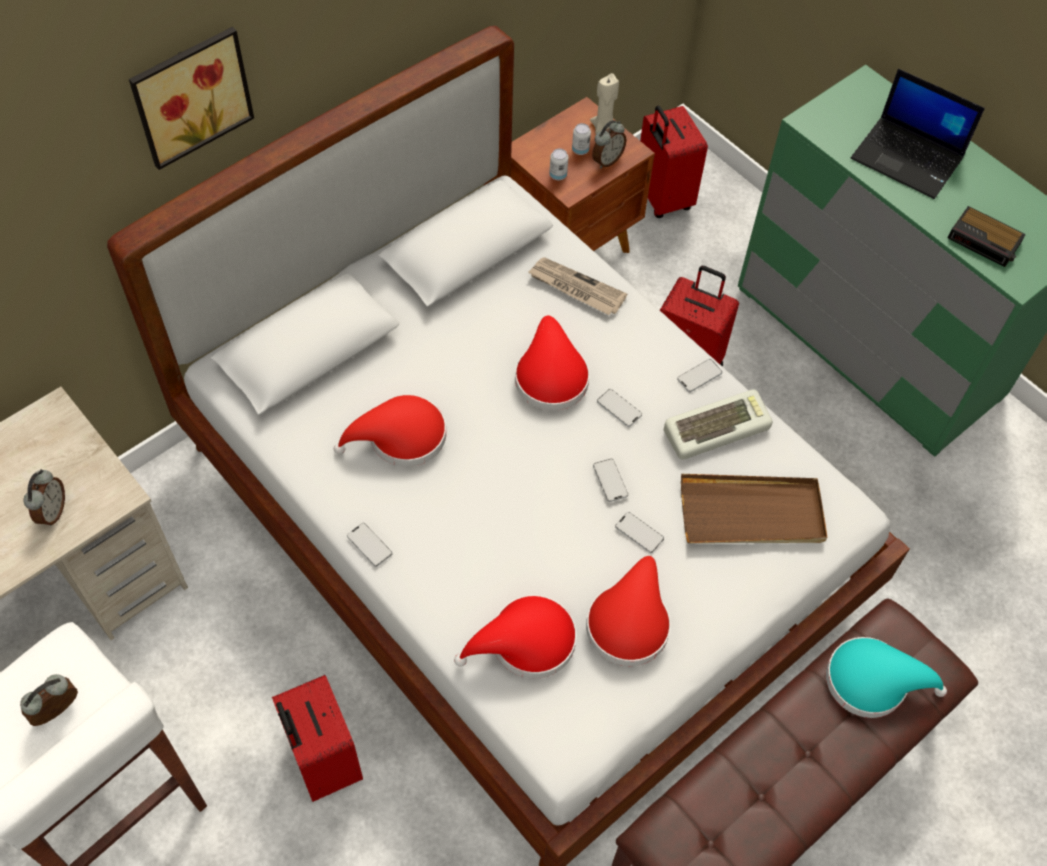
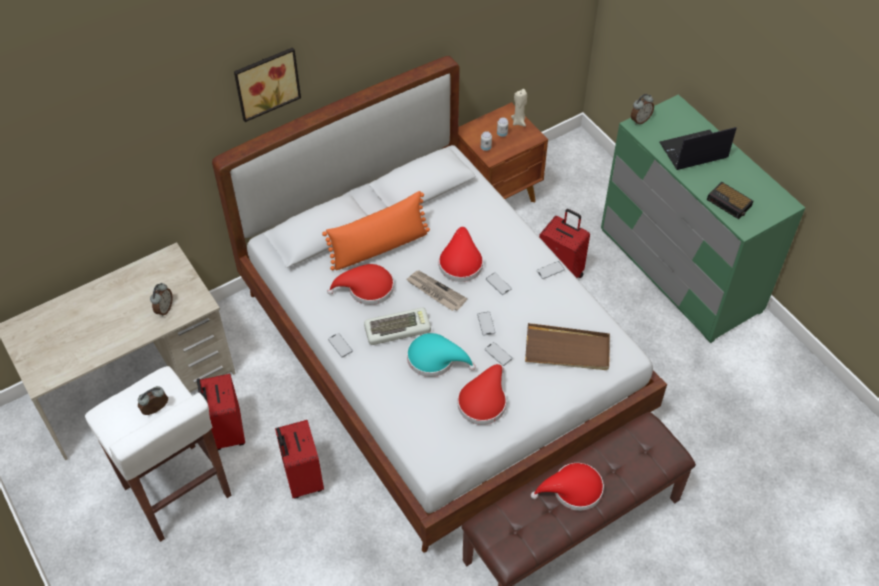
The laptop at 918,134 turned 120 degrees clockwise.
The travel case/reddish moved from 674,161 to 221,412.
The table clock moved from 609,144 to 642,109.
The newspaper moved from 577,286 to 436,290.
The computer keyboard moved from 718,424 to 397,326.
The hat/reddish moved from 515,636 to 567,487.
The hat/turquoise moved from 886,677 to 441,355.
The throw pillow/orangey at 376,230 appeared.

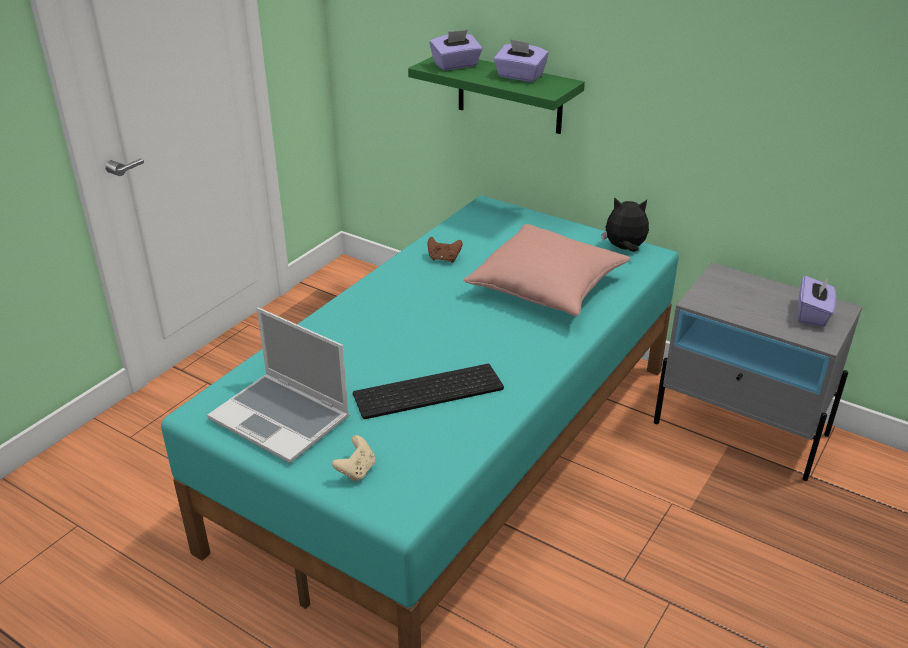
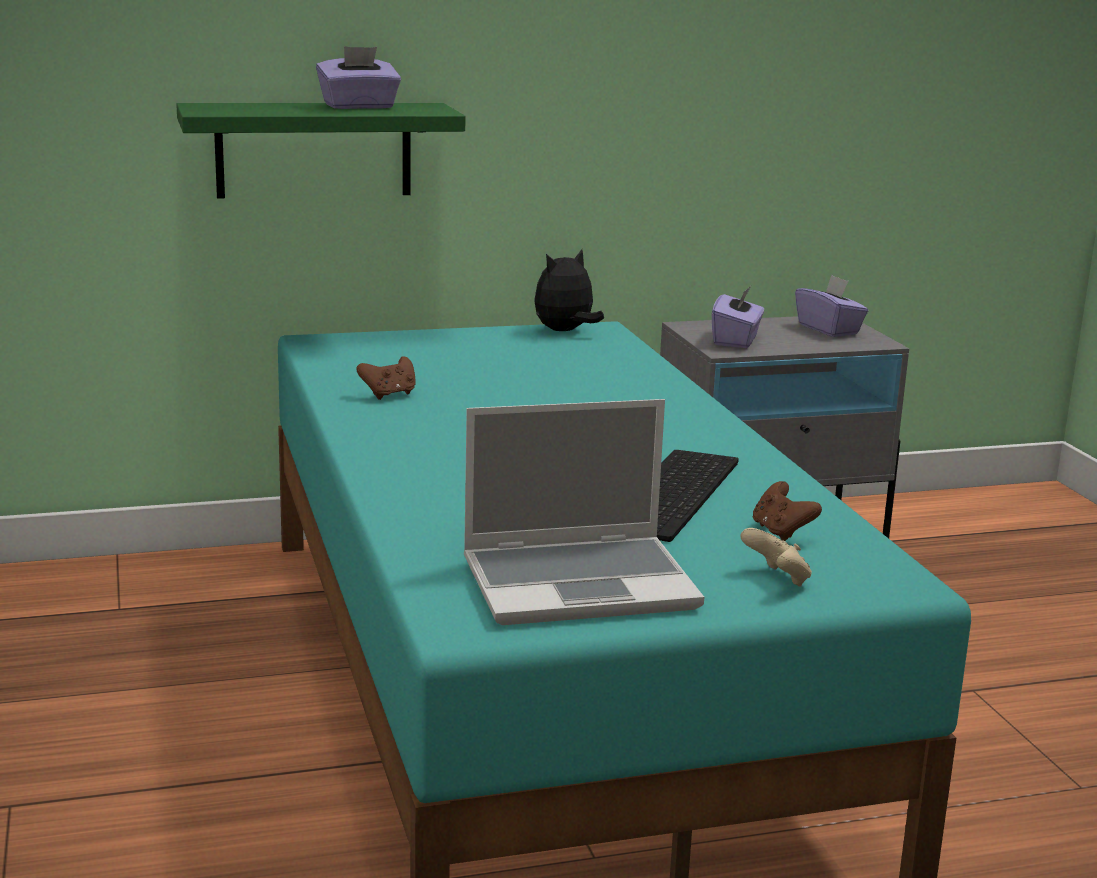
The box of tissues/purple-coloured moved from 456,50 to 738,317.
The throw pillow/pink-coloured at 546,270 disappeared.
The game controller/brownish at 787,511 appeared.

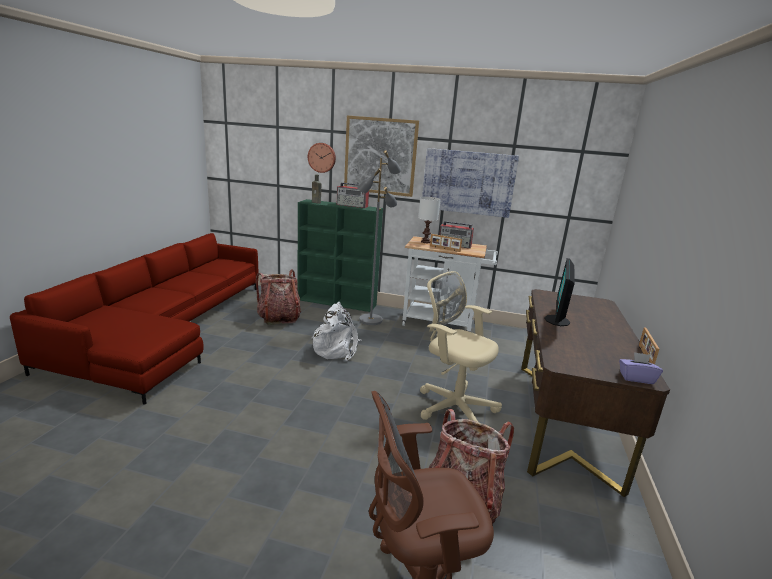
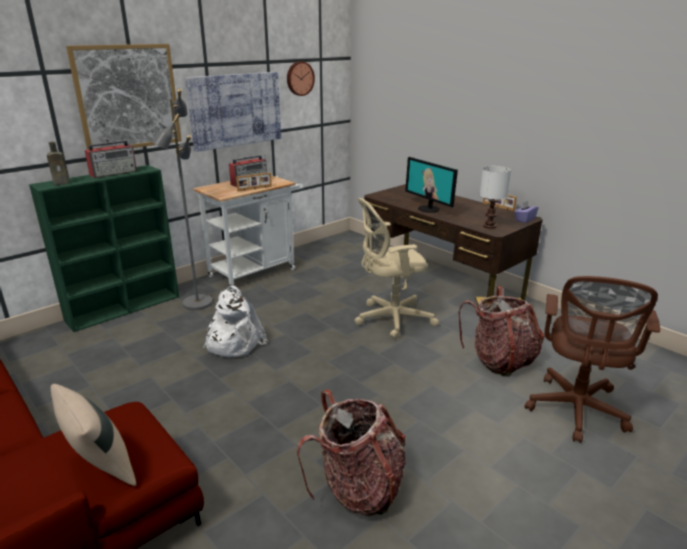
The wall clock moved from 322,158 to 301,78.
The lamp for a table/whitish moved from 429,220 to 495,197.
The rucksack moved from 278,297 to 351,452.
The throw pillow/beige at 93,435 appeared.

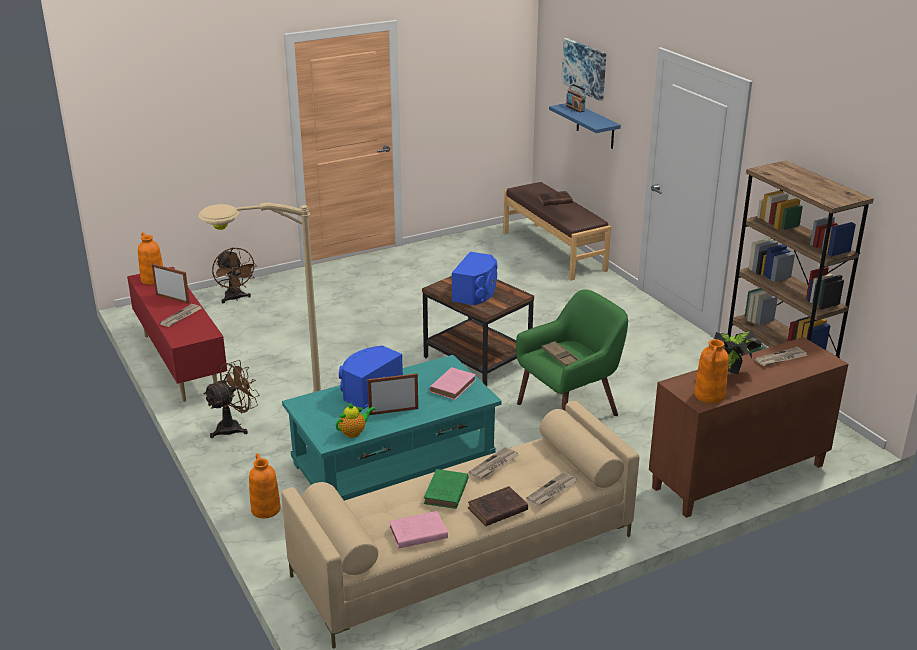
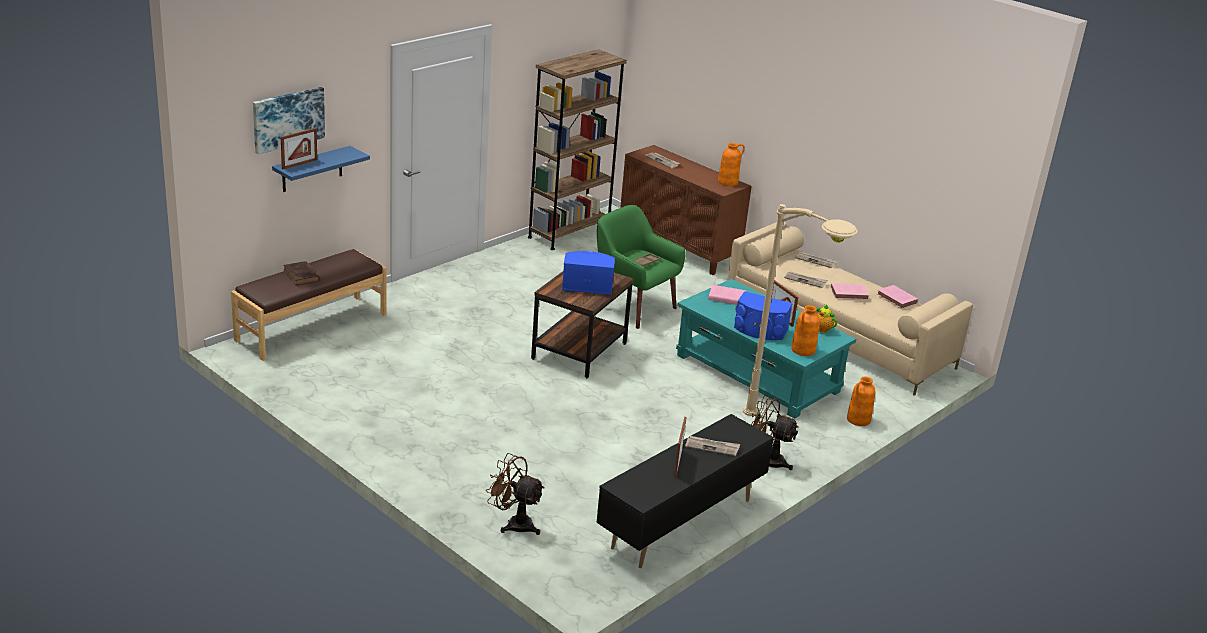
The radio at 577,98 was replaced by the standing frame at 299,148.
The vase/orangey moved from 150,258 to 805,330.
The fan/brownish at 234,275 turned 105 degrees counterclockwise.
The tv unit/reddish at 177,334 became the tv unit/blackish at 685,491.
The potted plant at 738,352 disappeared.
The bound book/green at 446,489 became the bound book/pink-coloured at 849,291.
The bound book/brownish at 498,506 disappeared.

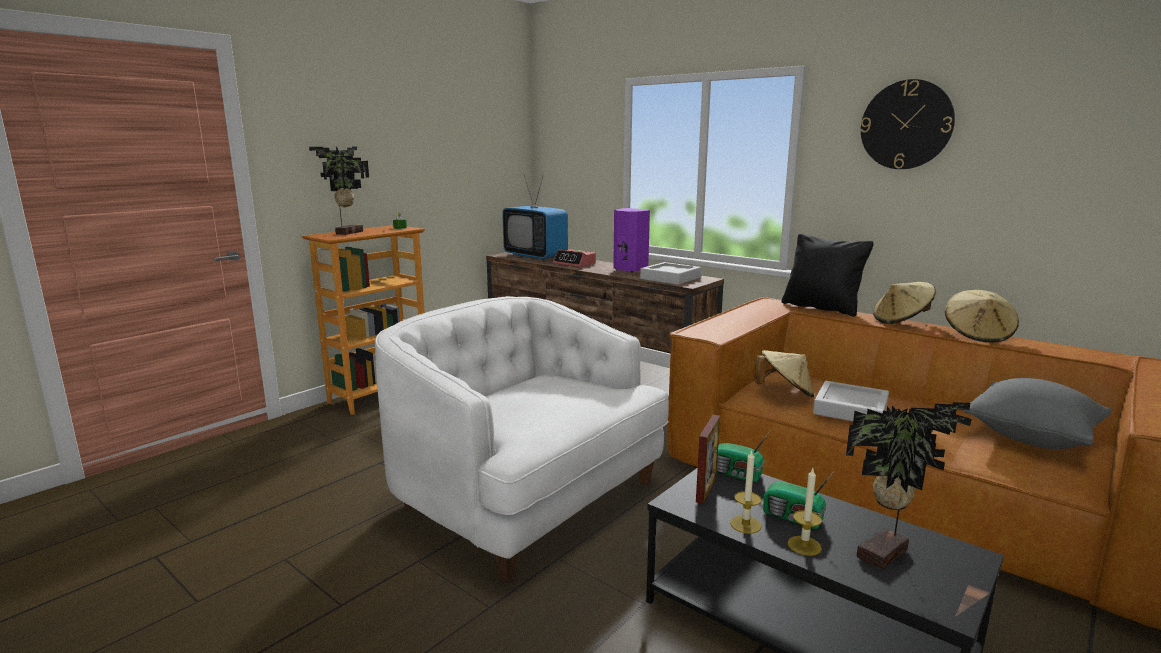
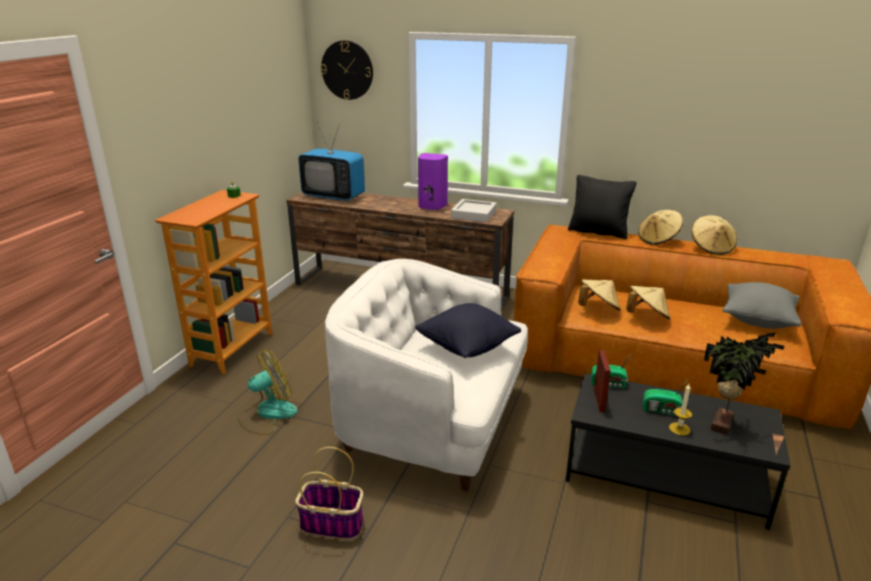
The wall clock moved from 907,124 to 347,70.
The potted plant at 339,190 disappeared.
The table clock at 574,258 disappeared.
The tray/greyish at 851,401 was replaced by the hat/beige at 648,302.
The wax light at 746,492 disappeared.
The throw pillow/blackish at 468,330 appeared.
The fan at 267,392 appeared.
The household basket at 329,493 appeared.

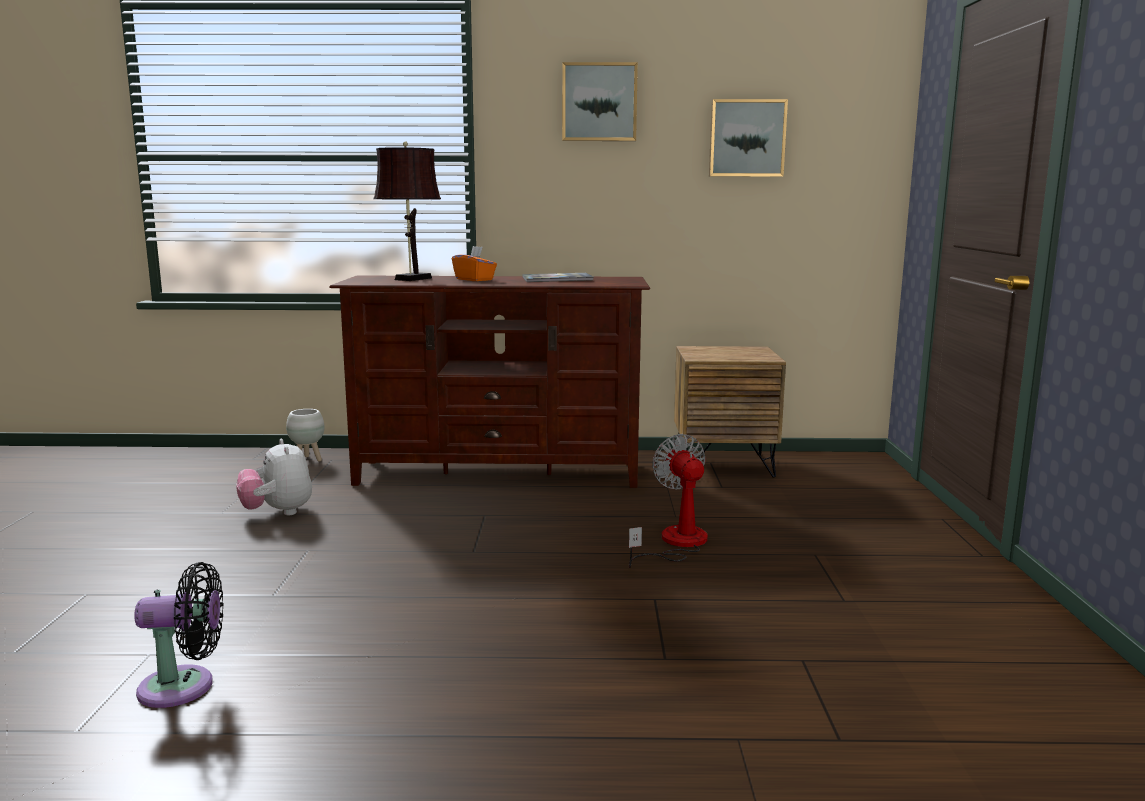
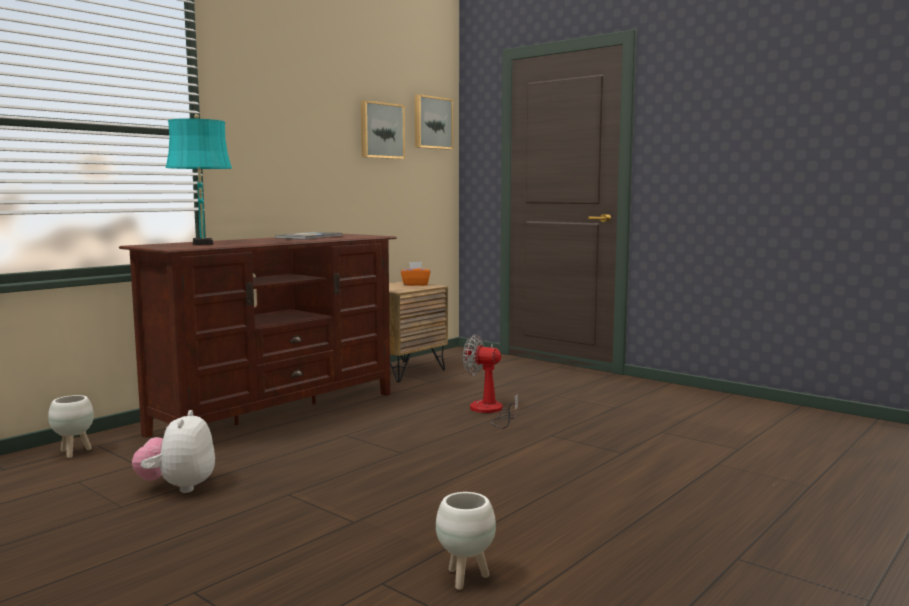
The wall picture moved from 600,101 to 434,122.
The lamp for a table/brownish at 407,211 became the lamp for a table/turquoise at 198,179.
The box of tissues/orangey moved from 474,263 to 416,274.
The soft toy at 274,477 turned 75 degrees clockwise.
The fan/blackish at 179,635 was replaced by the plant pot/whitish at 466,541.

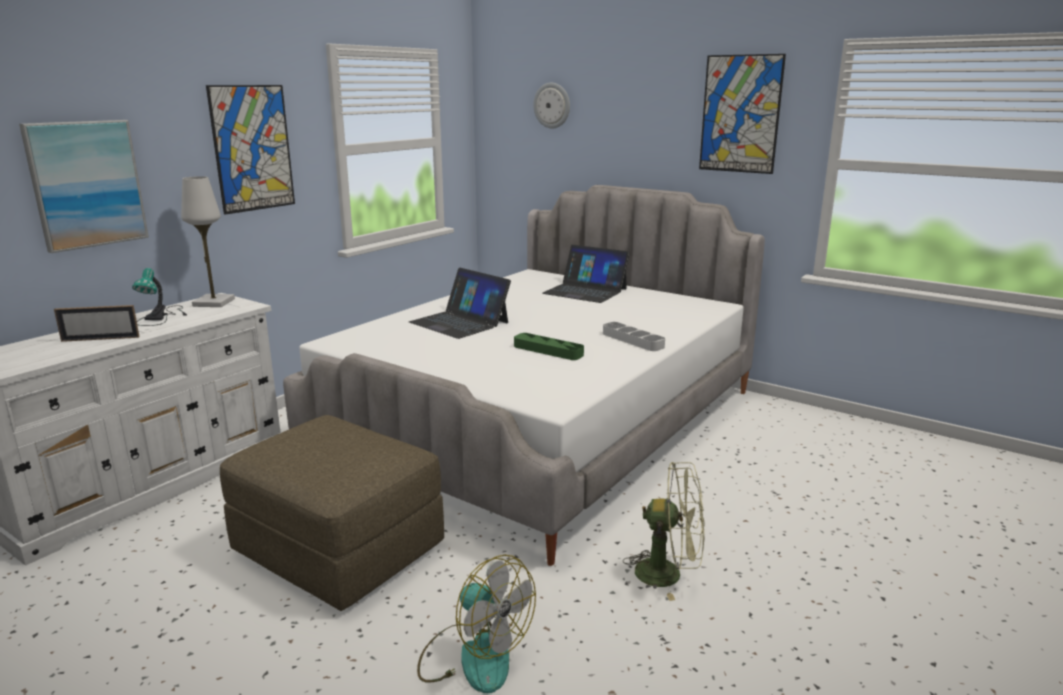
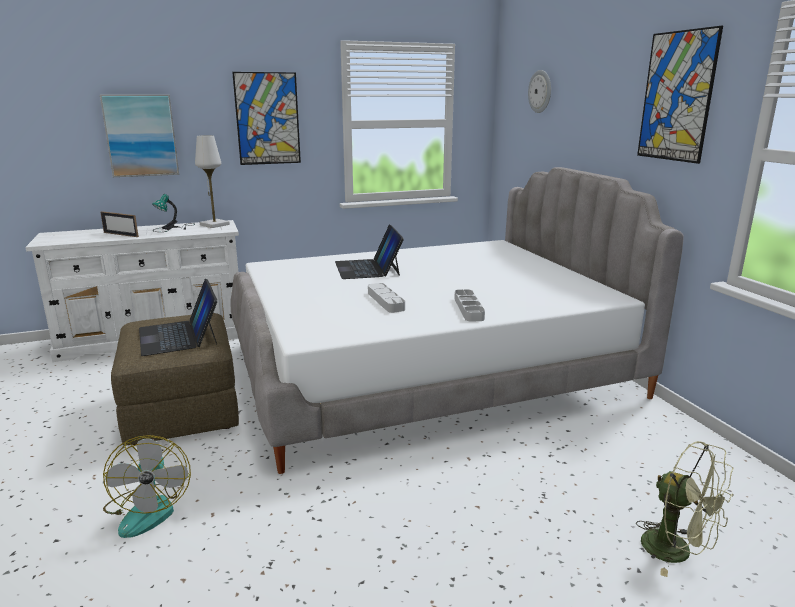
The laptop moved from 586,274 to 178,317.
The tray/green at 549,346 became the tray/greyish at 386,298.
The fan/green moved from 664,531 to 685,509.

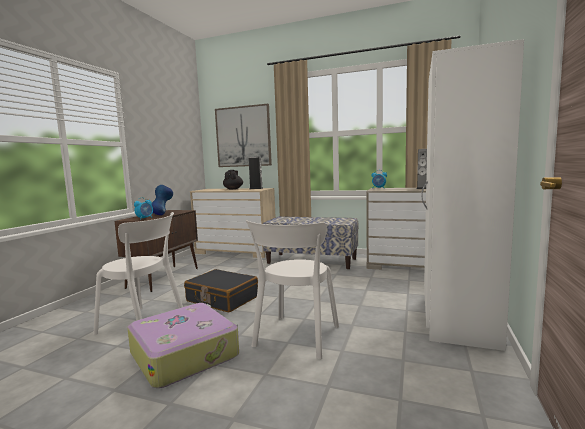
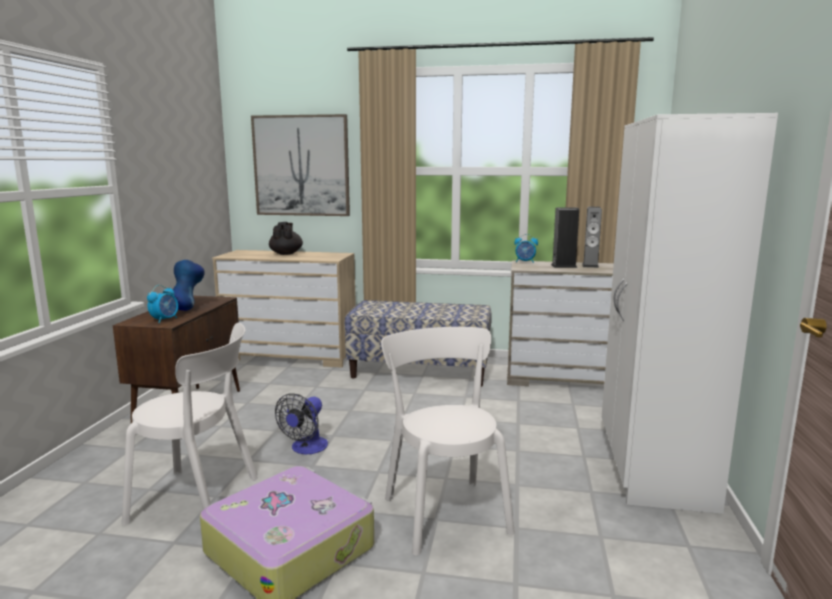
The speaker moved from 256,173 to 565,237.
The plain chair/whitish at 292,289 turned 150 degrees clockwise.
The travel case/blackish at 221,290 was replaced by the fan at 301,423.

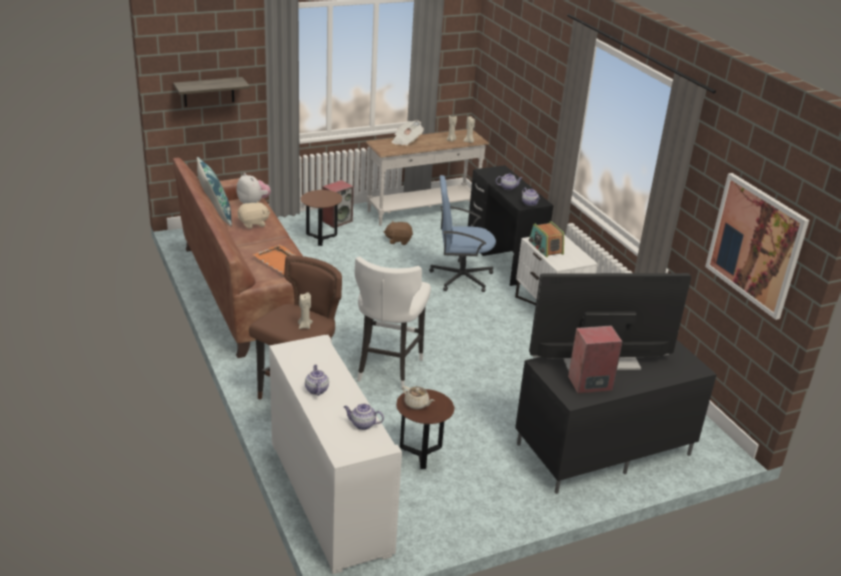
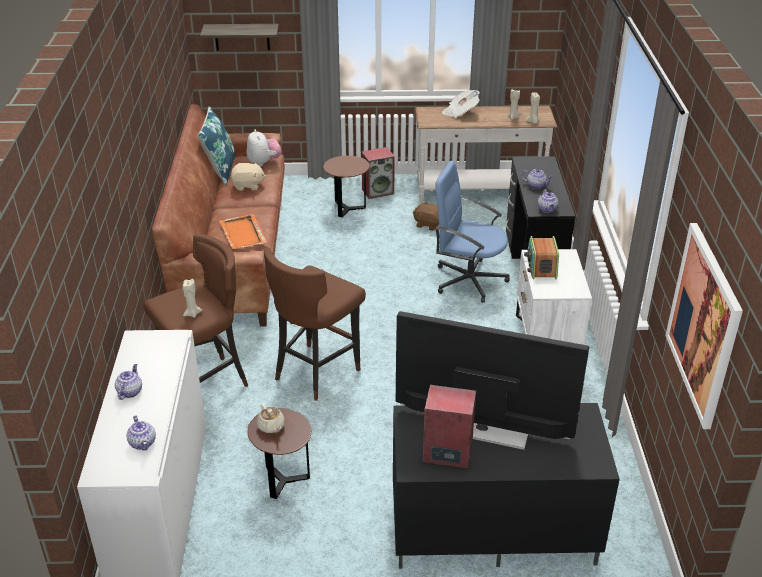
The sitting stool/whitish at 393,322 became the sitting stool/brownish at 315,324.
The teapot at 364,416 turned 150 degrees counterclockwise.

